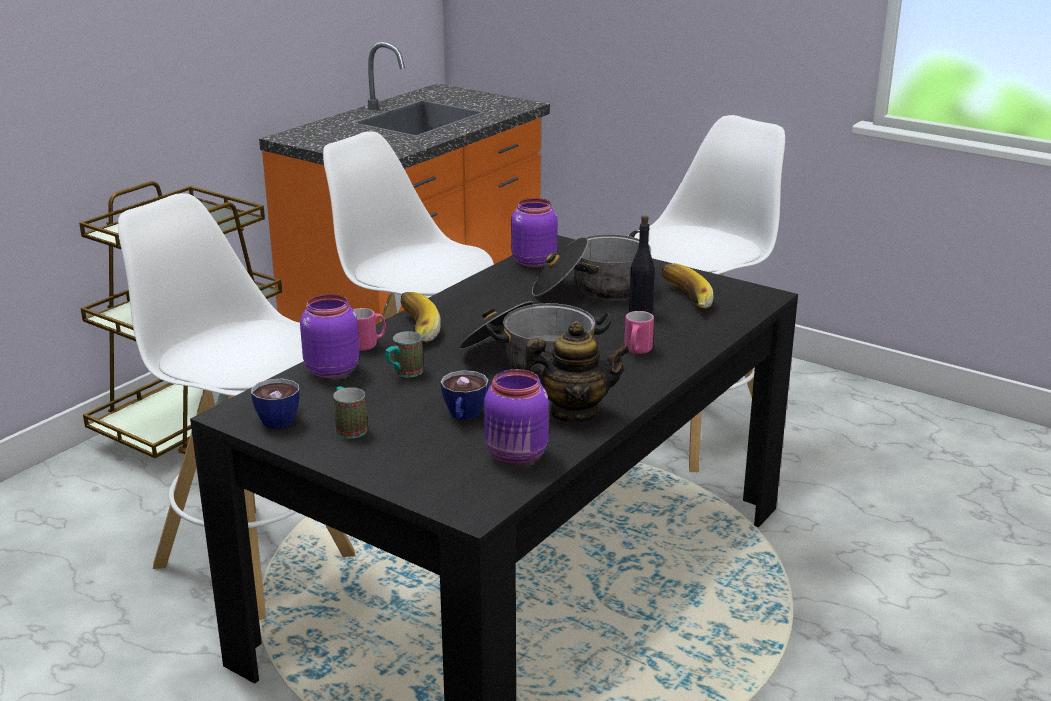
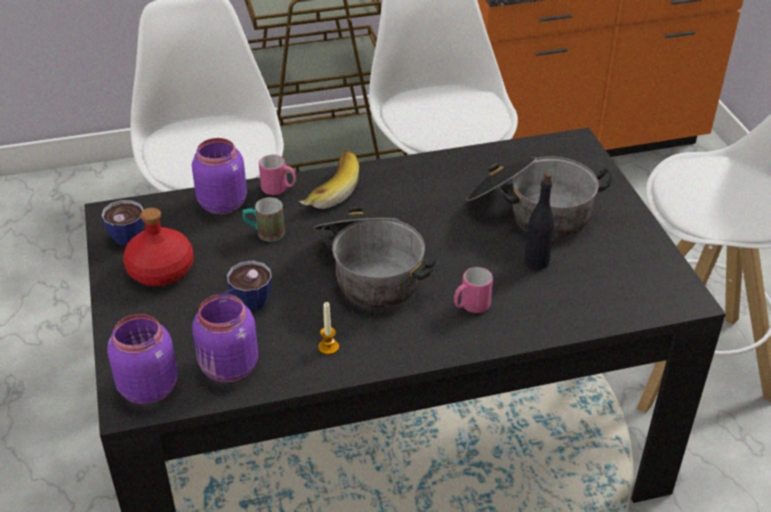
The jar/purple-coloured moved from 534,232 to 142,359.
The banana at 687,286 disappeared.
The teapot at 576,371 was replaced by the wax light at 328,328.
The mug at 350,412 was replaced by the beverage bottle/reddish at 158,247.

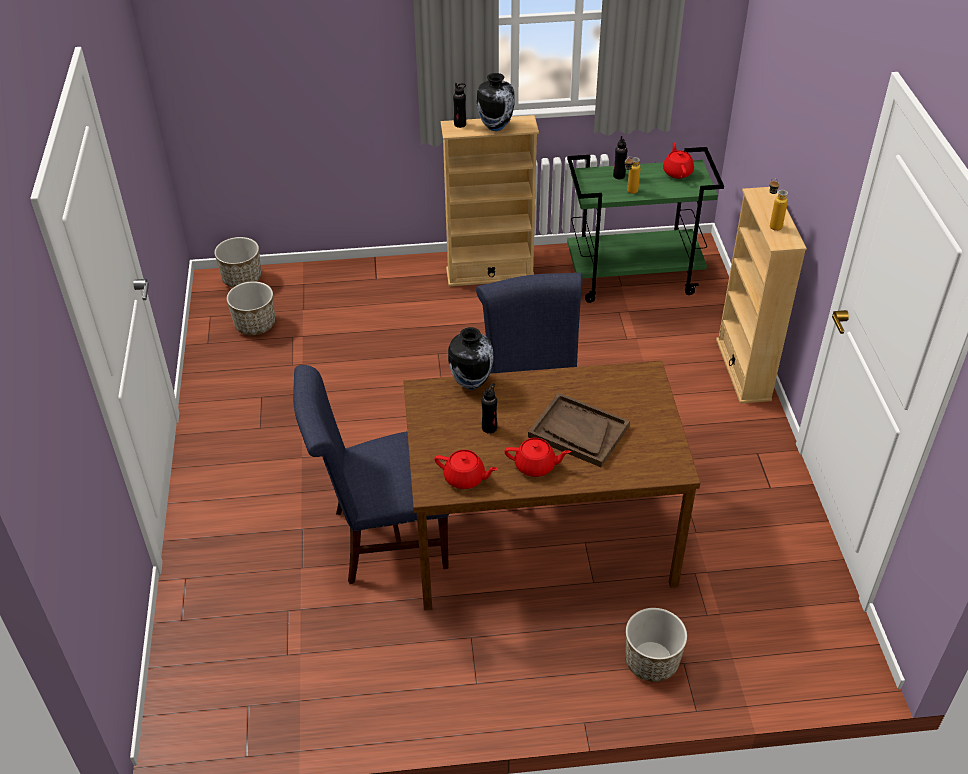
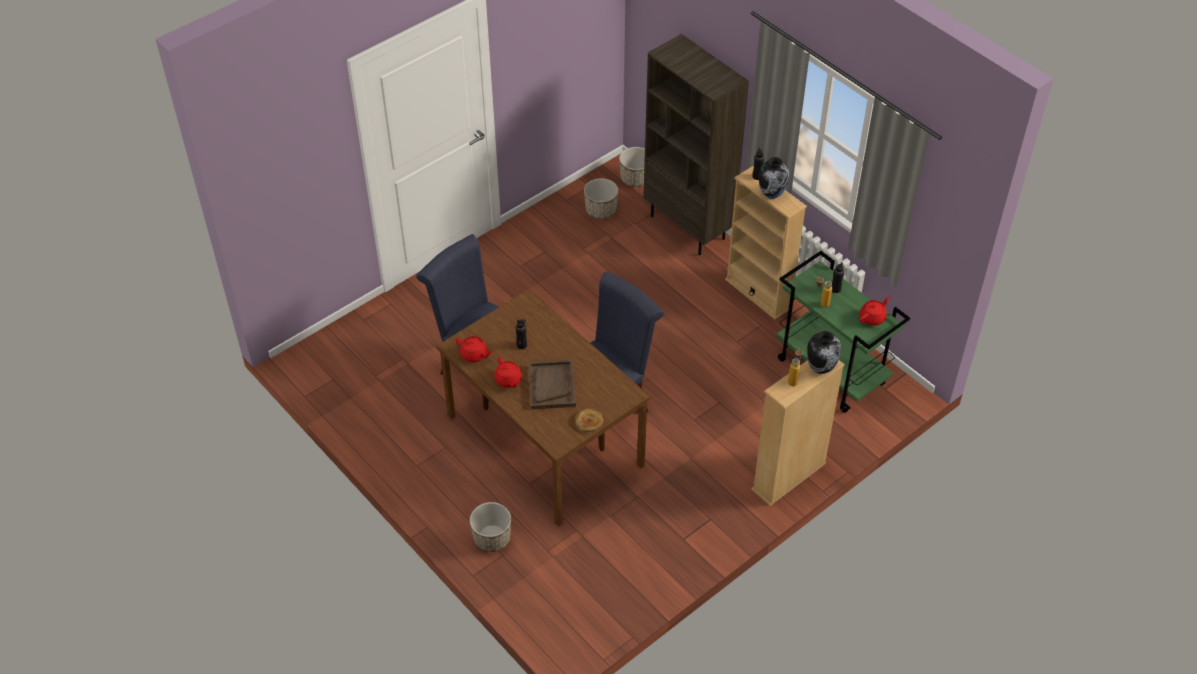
The vase moved from 471,358 to 824,352.
The teapot/reddish at 466,469 turned 45 degrees counterclockwise.
The bookcase/brownish at 696,144 appeared.
The bakery bread at 589,420 appeared.

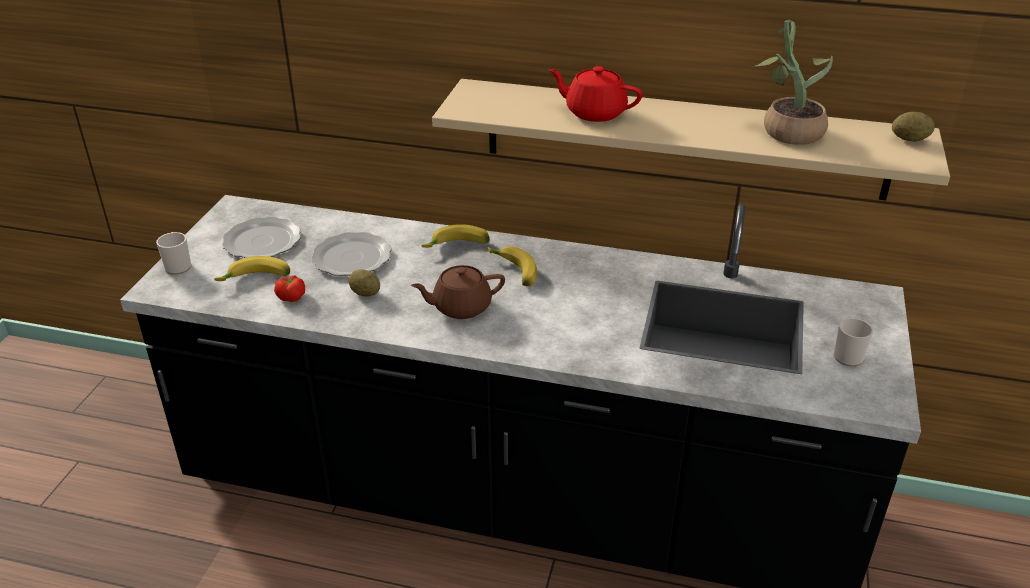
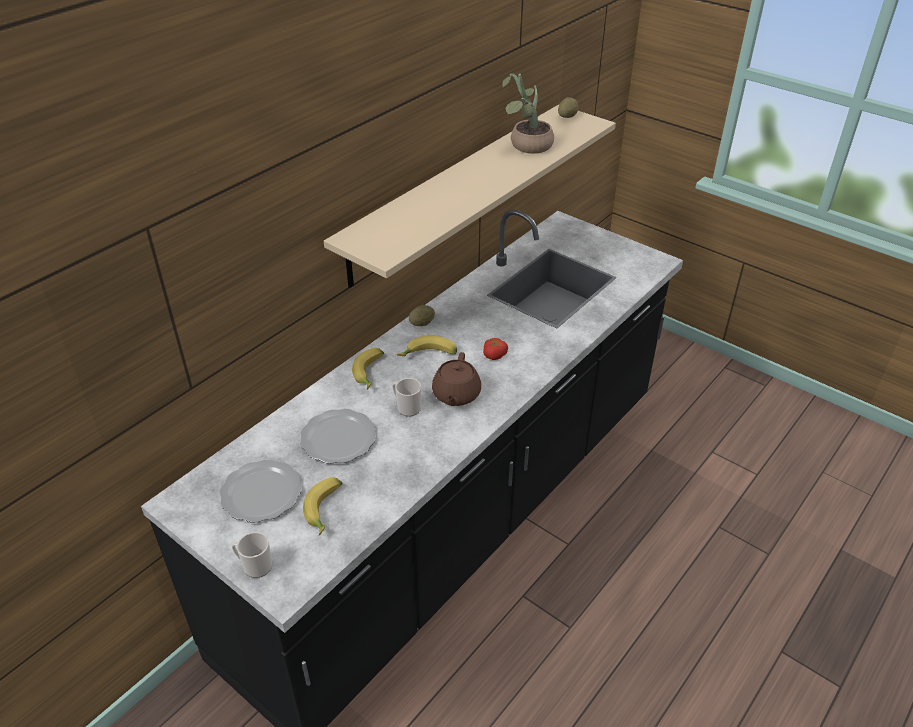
The teapot/reddish at 595,94 disappeared.
The whole potato moved from 364,283 to 422,315.
The fresh tomato moved from 289,288 to 495,349.
The mug moved from 853,341 to 407,397.

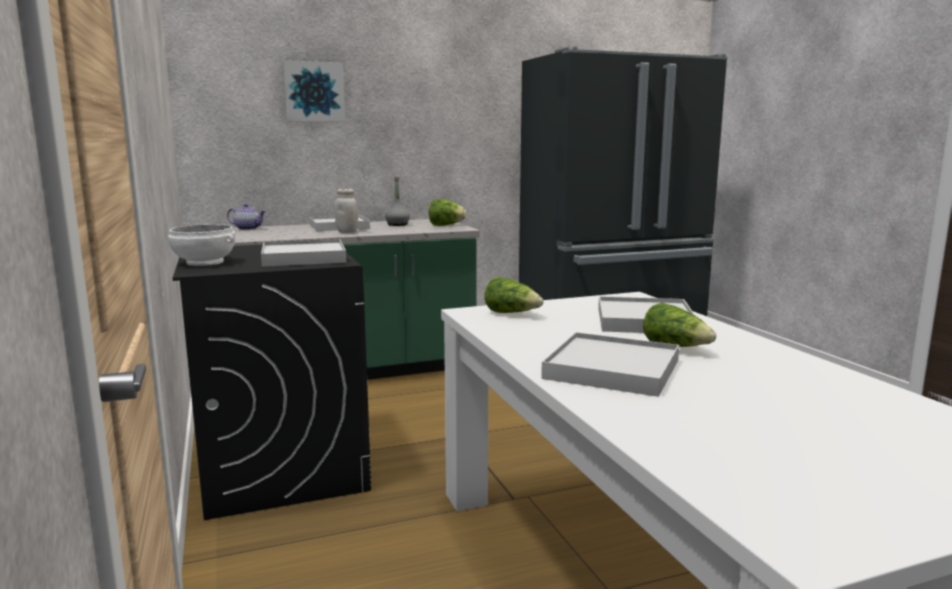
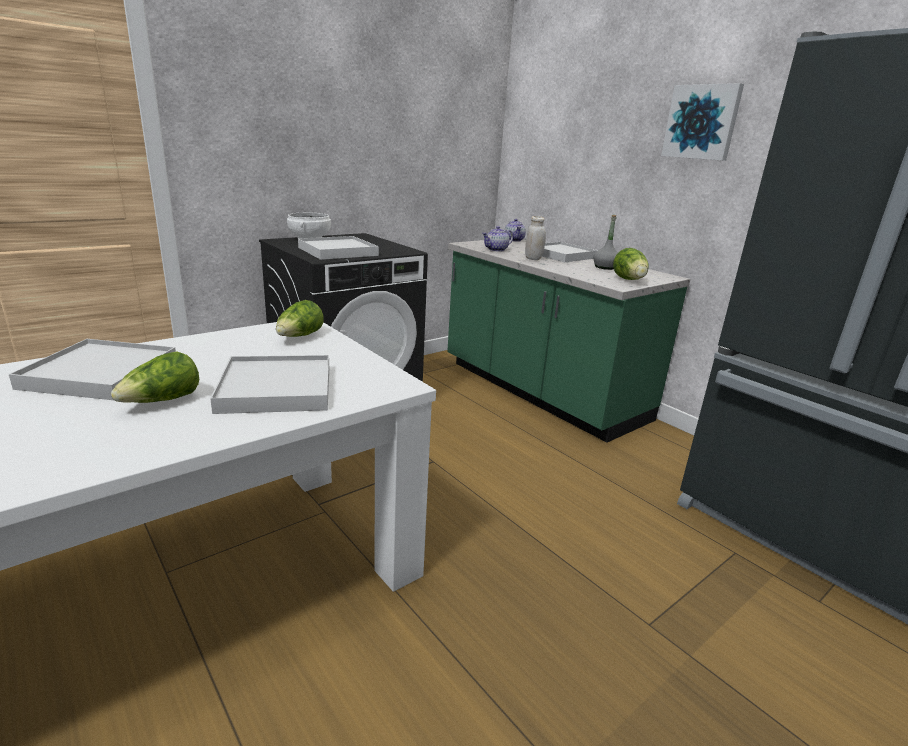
The wall picture moved from 314,91 to 702,122.
The teapot at 497,238 appeared.

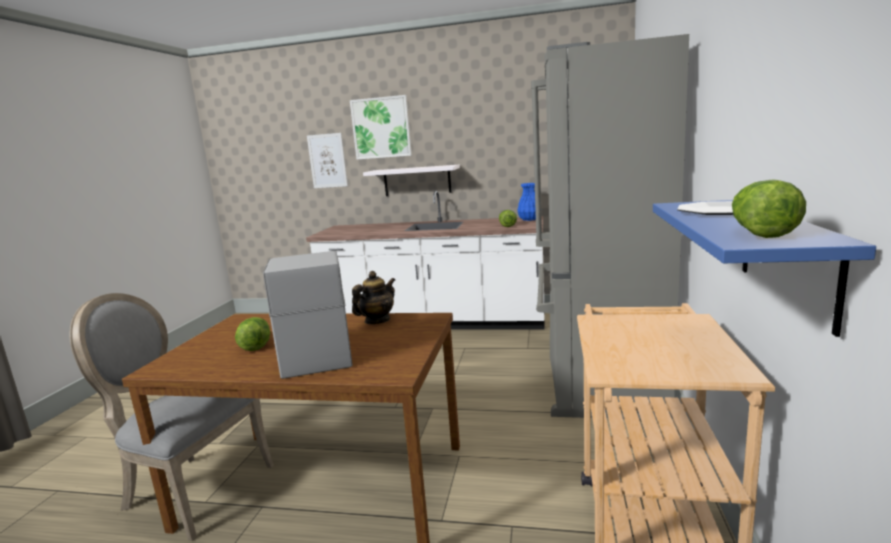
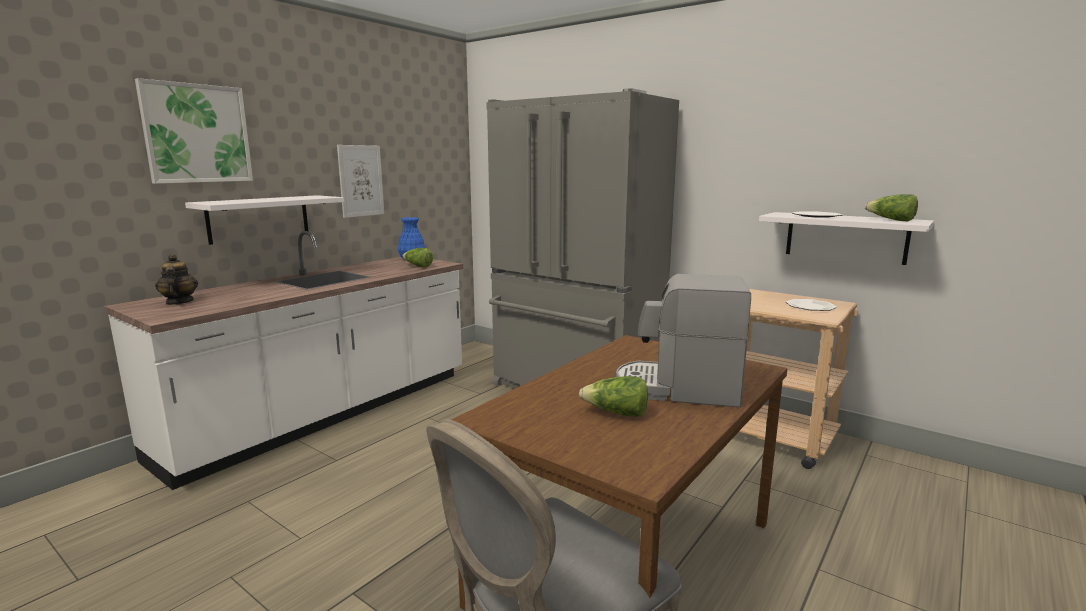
The wall picture moved from 327,160 to 360,181.
The bracket shelf/blue-coloured at 764,268 became the bracket shelf/whitish at 846,238.
The teapot moved from 373,297 to 176,279.
The dinner plate at 811,305 appeared.

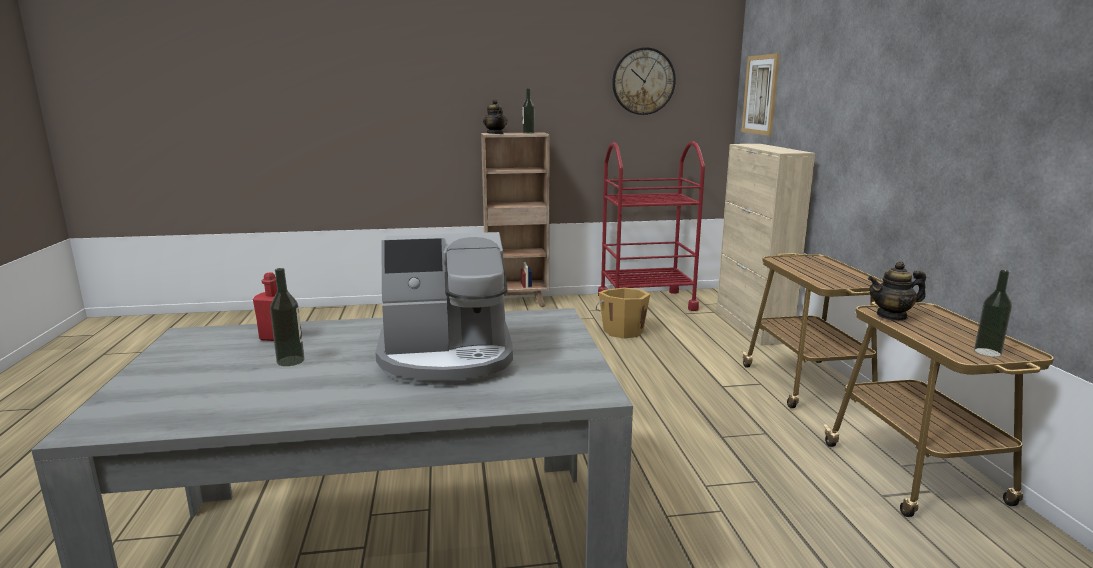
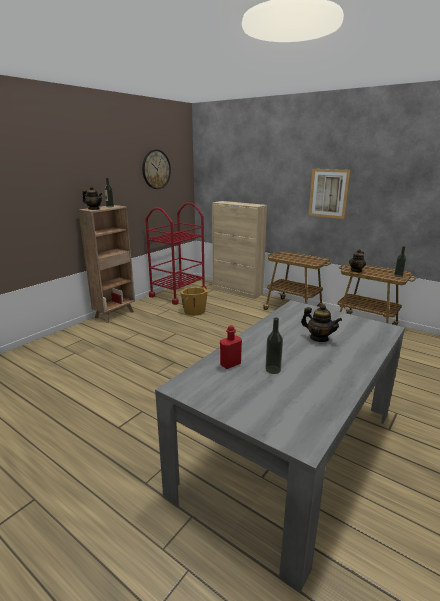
The wall picture moved from 760,94 to 329,194.
The coffee machine at 444,309 was replaced by the teapot at 321,323.

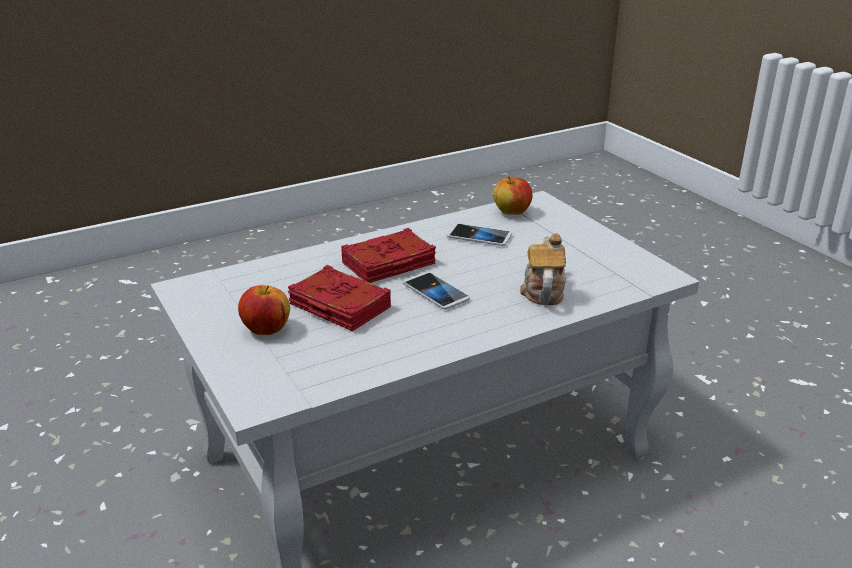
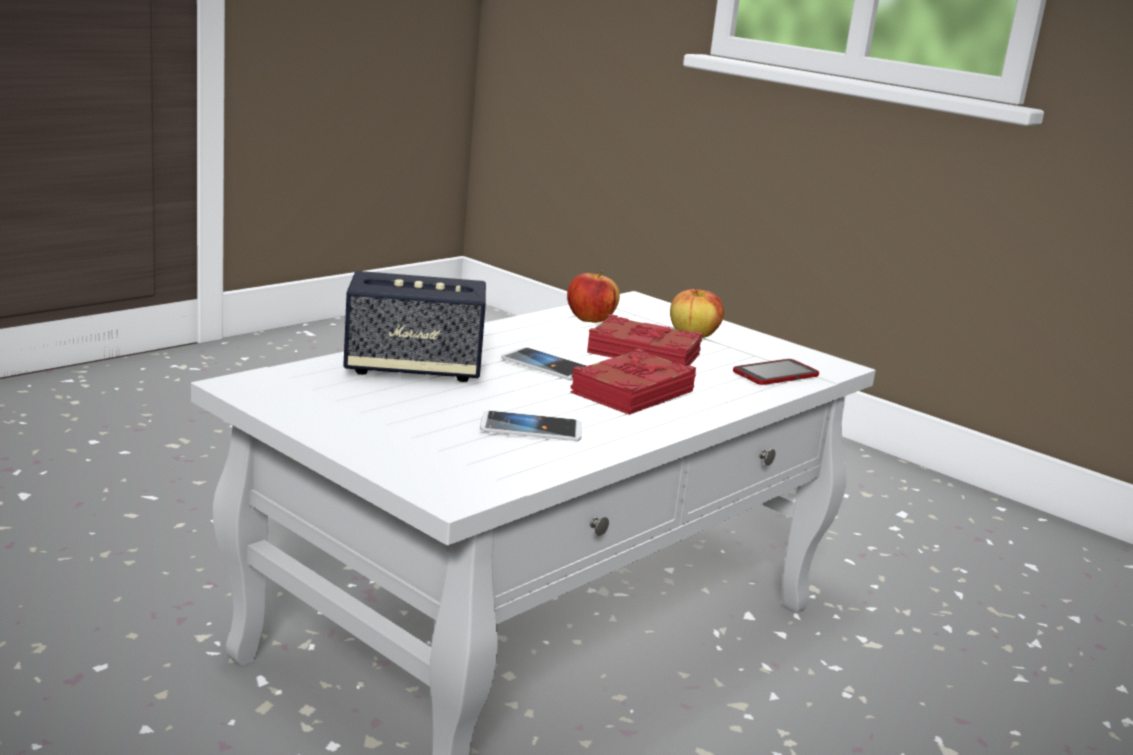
The apple fruit moved from 512,195 to 593,296.
The teapot at 543,269 was replaced by the speaker at 414,326.
The phone at 776,372 appeared.

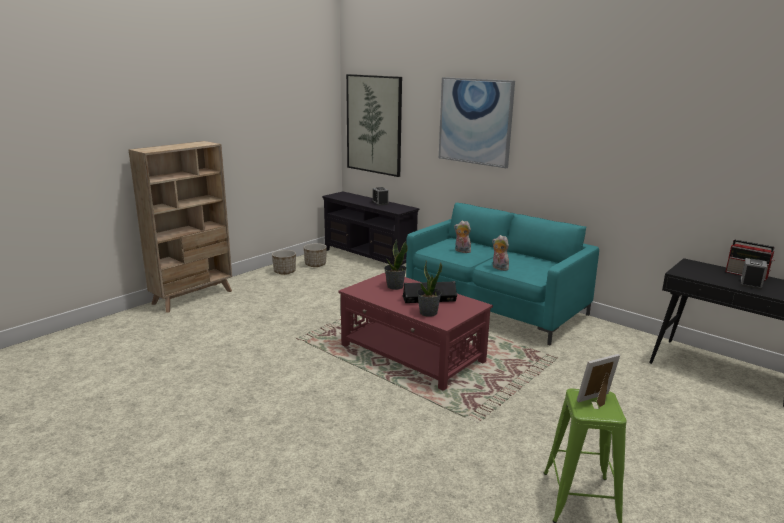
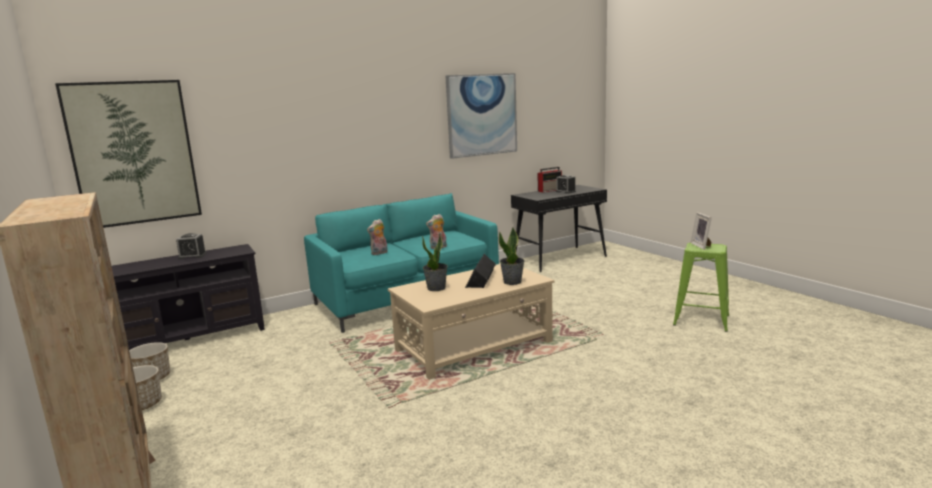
The wall picture moved from 477,122 to 481,116.
The lounge table/reddish at 415,332 became the lounge table/beige at 471,322.

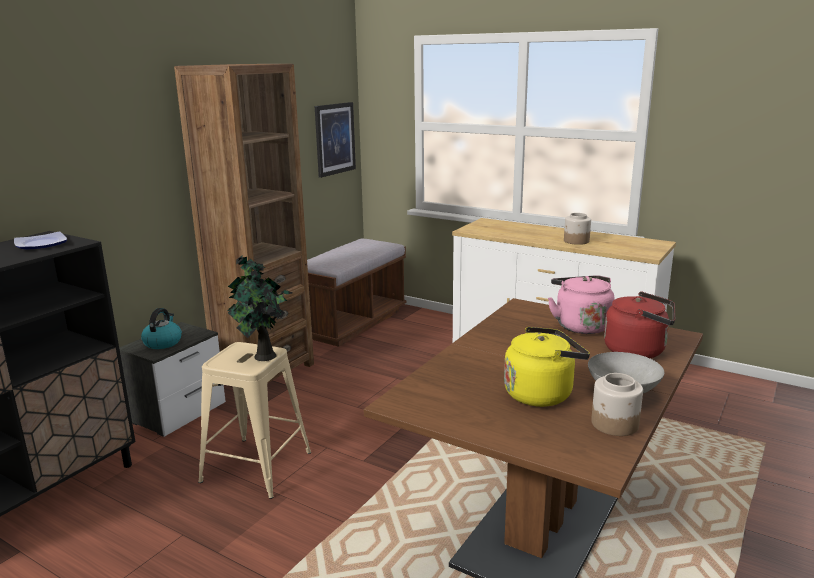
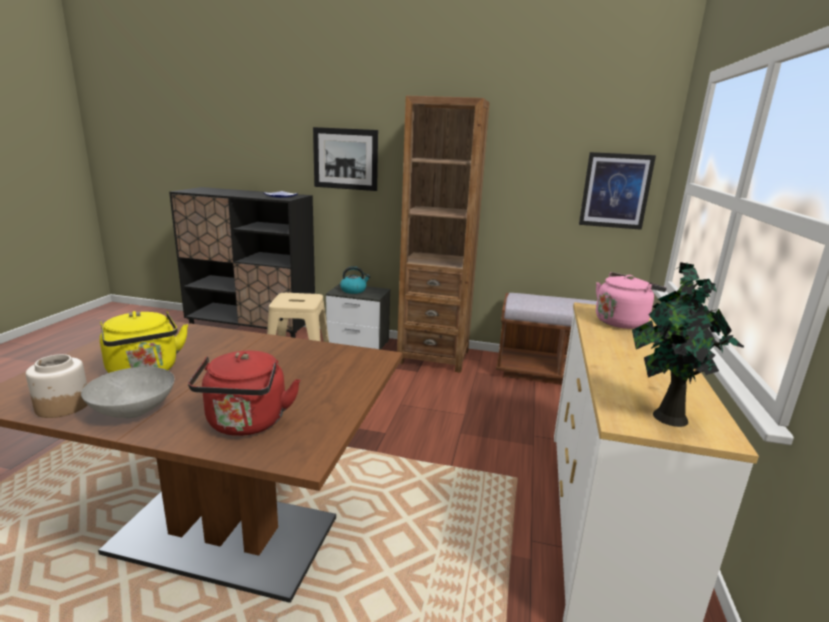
The jar at 577,229 disappeared.
The potted plant moved from 260,308 to 688,344.
The kettle/pink-coloured moved from 581,304 to 631,300.
The wall picture at 345,159 appeared.

